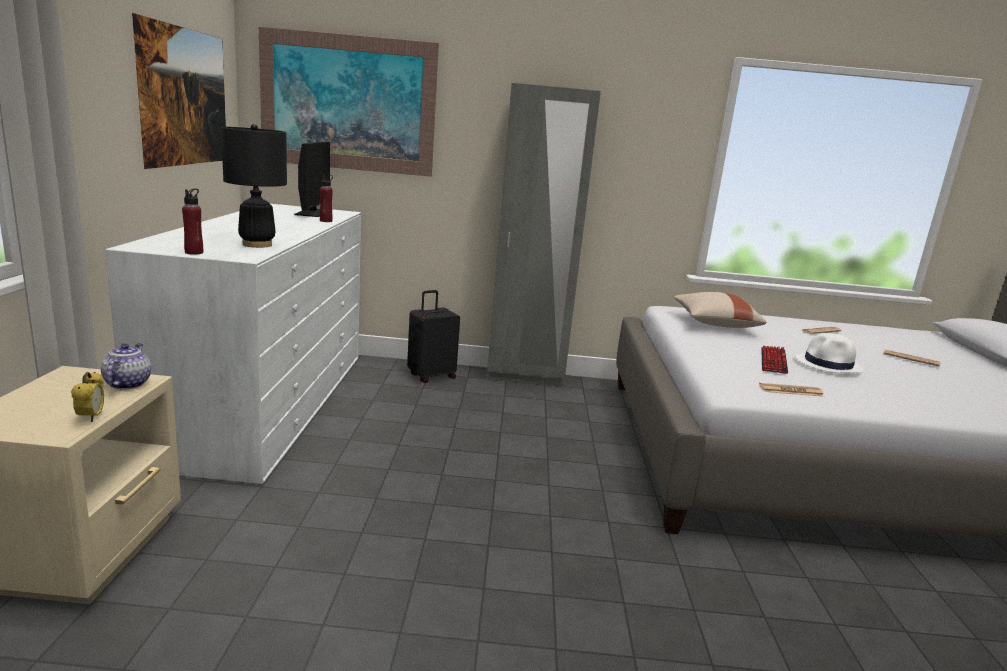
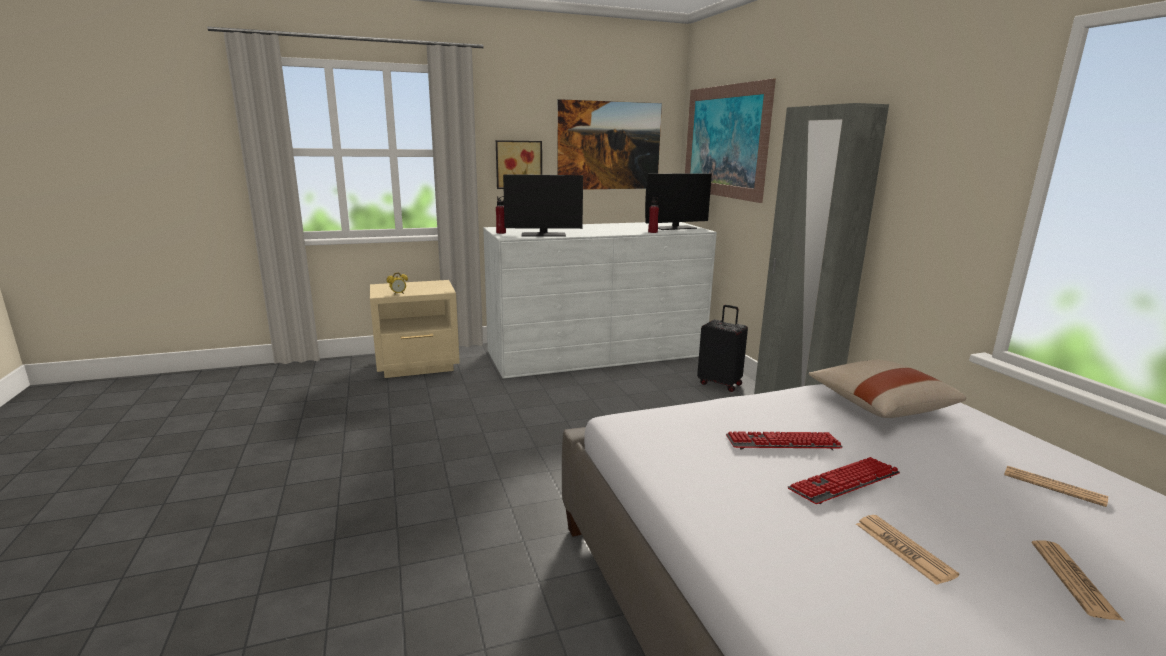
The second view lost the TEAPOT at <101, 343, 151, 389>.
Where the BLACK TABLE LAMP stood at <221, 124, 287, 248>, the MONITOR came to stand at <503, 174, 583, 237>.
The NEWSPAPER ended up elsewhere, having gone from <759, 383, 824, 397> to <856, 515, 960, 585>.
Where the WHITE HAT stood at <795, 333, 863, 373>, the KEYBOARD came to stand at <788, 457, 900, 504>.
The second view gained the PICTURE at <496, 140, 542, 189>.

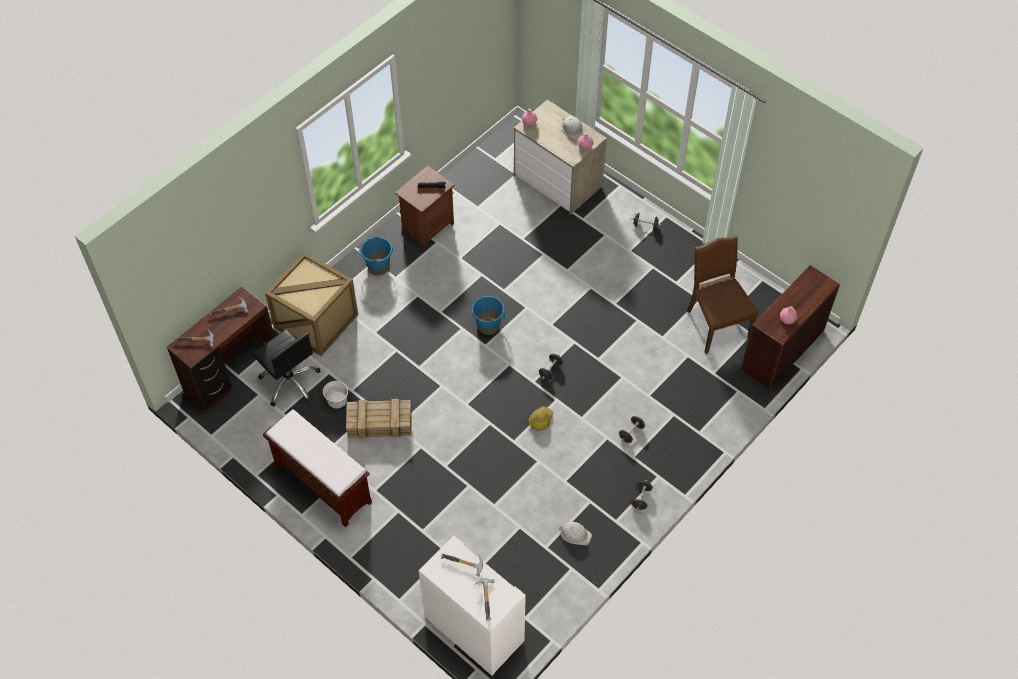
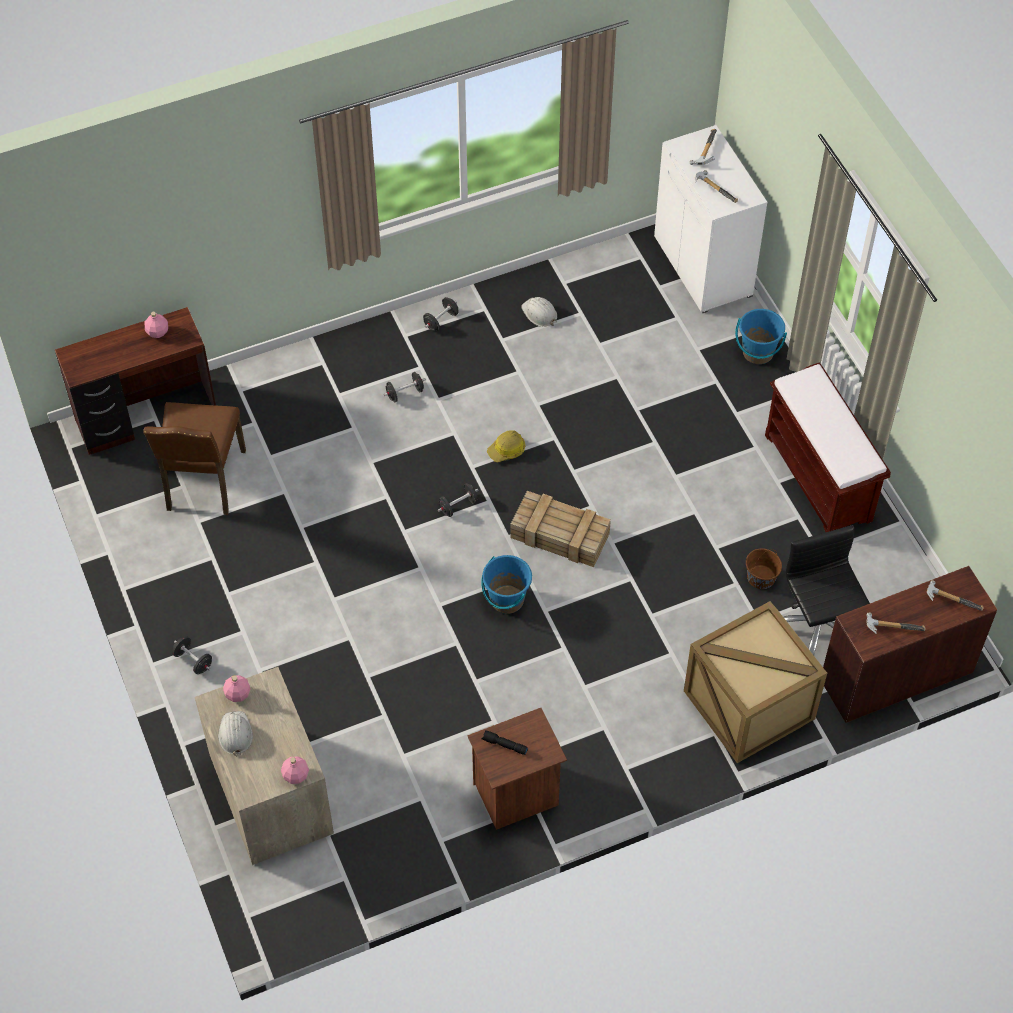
What was the WHITE BUCKET at <323, 380, 348, 408> turned into the BROWN BUCKET at <746, 548, 782, 589>.
The CRATE ended up elsewhere, having gone from <346, 399, 411, 438> to <510, 491, 611, 567>.
The BLUE BUCKET ended up elsewhere, having gone from <359, 237, 394, 275> to <735, 309, 787, 364>.

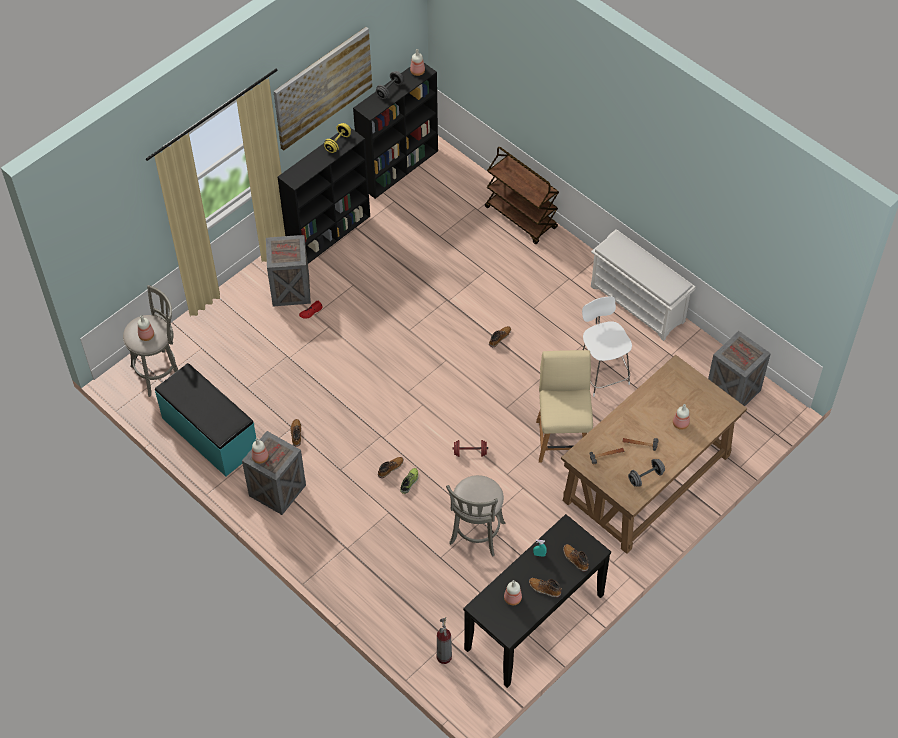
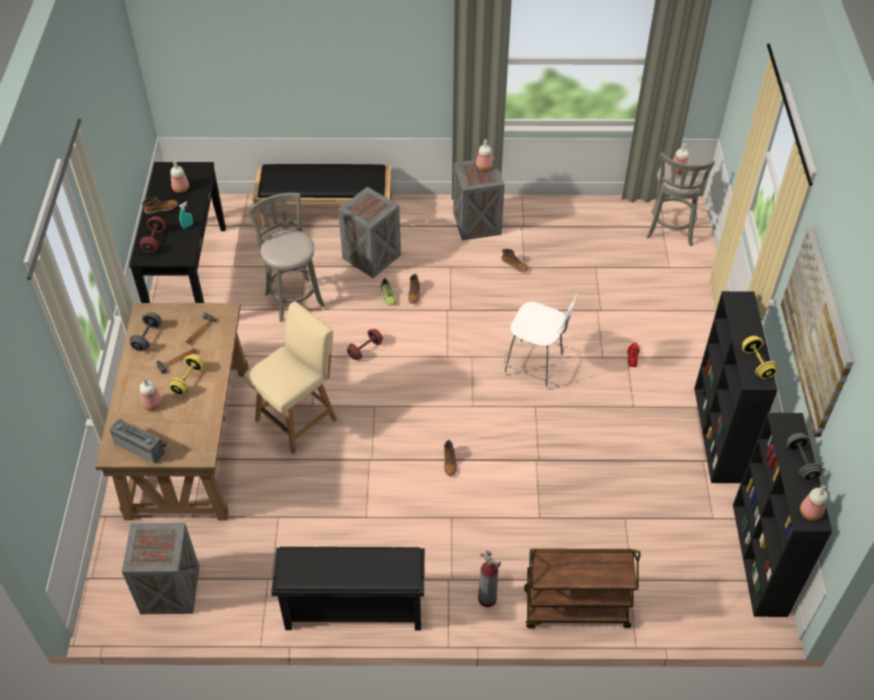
The second view lost the TURQUOISE BENCH at <155, 363, 256, 476>.
The CRATE ended up elsewhere, having gone from <266, 235, 311, 306> to <338, 187, 401, 278>.
The FIRE EXTINGUISHER ended up elsewhere, having gone from <437, 617, 452, 664> to <478, 551, 501, 607>.
The BEIGE CHAIR at <536, 350, 593, 463> ended up facing another way, 90 degrees counterclockwise from before.
Where the BOOT stood at <563, 544, 589, 572>, the RED DUMBBELL came to stand at <140, 216, 166, 253>.
The WHITE STOOL ended up elsewhere, having gone from <582, 296, 632, 397> to <503, 294, 578, 391>.
What was the WHITE SHOE RACK at <591, 229, 695, 341> turned into the BLACK SHOE RACK at <271, 547, 425, 631>.
The second view gained the RADIO at <110, 418, 167, 463>.
The second view gained the YELLOW DUMBBELL at <169, 354, 204, 395>.
The second view gained the BLACK BENCH at <253, 164, 392, 230>.

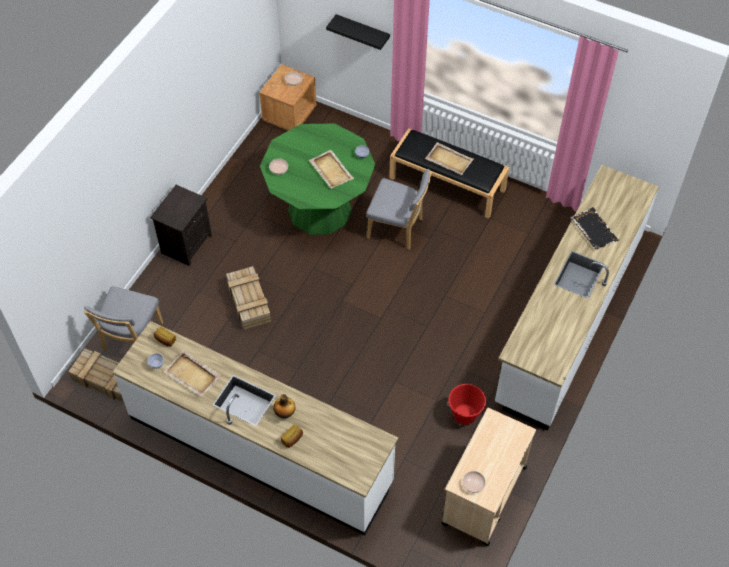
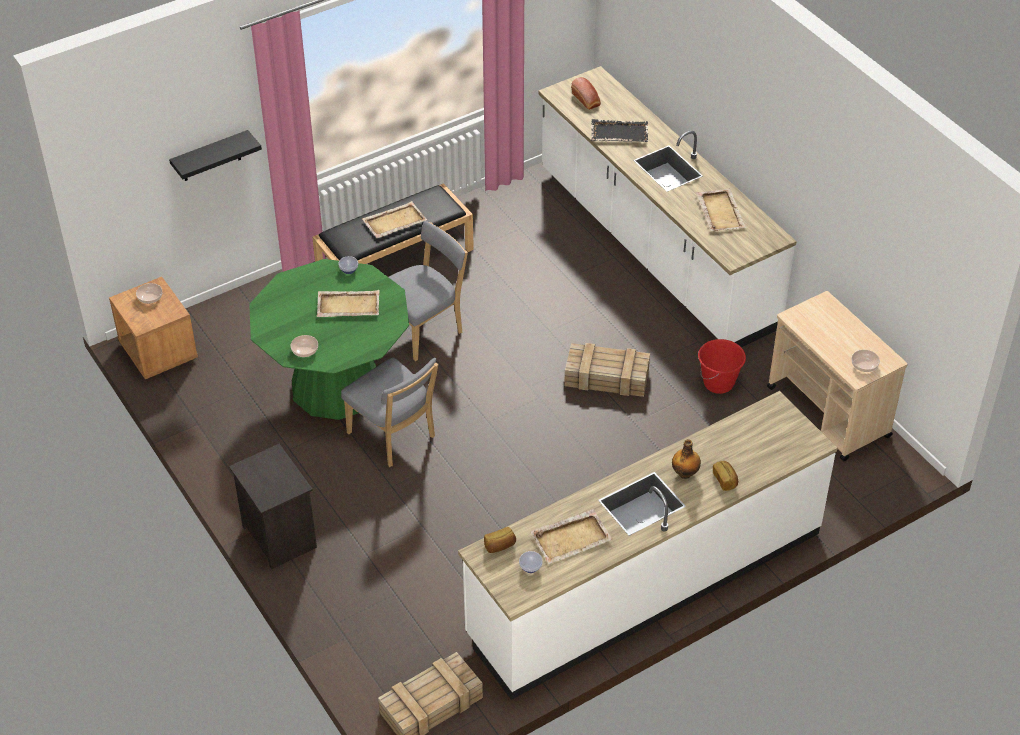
The GREY CHAIR ended up elsewhere, having gone from <84, 286, 163, 351> to <341, 358, 438, 467>.
The CRATE ended up elsewhere, having gone from <226, 266, 271, 330> to <564, 343, 650, 397>.
The second view gained the BREAD at <571, 77, 601, 110>.
The second view gained the BEIGE TRAY at <696, 189, 746, 231>.

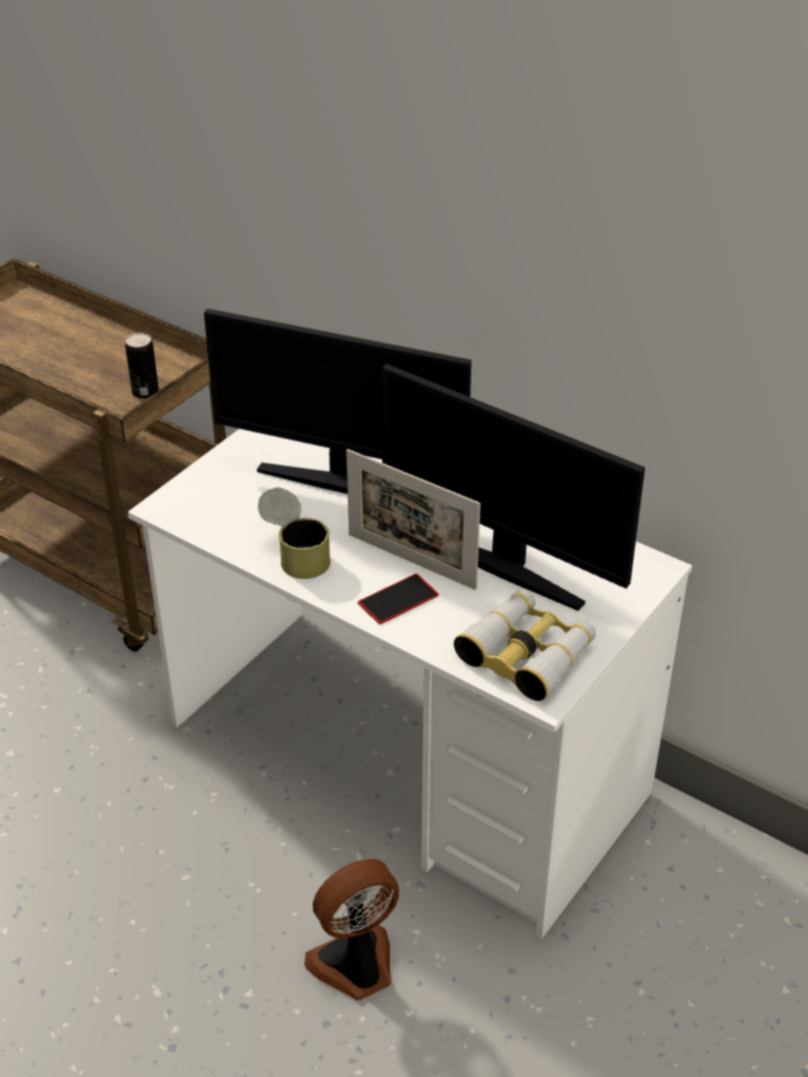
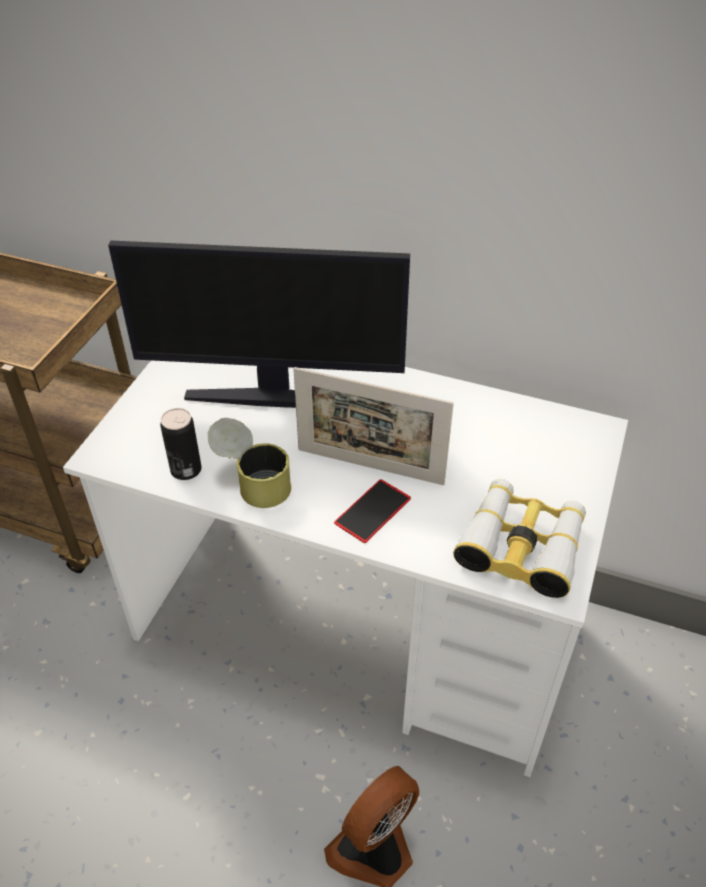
The CAN ended up elsewhere, having gone from <125, 333, 159, 399> to <160, 408, 202, 480>.
The second view lost the MONITOR at <382, 364, 645, 611>.

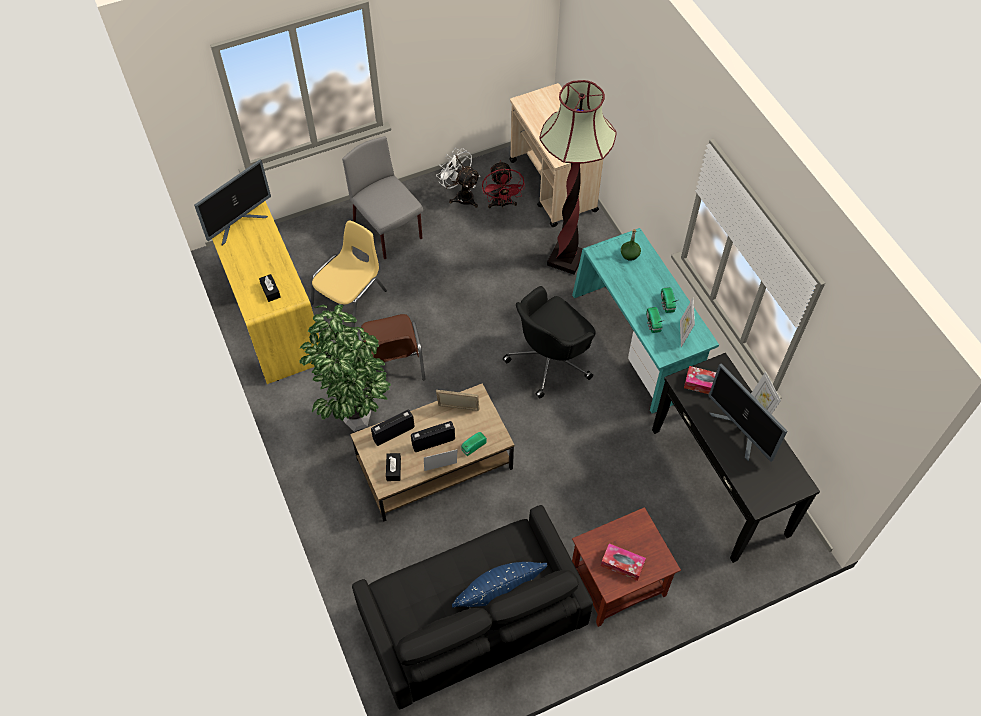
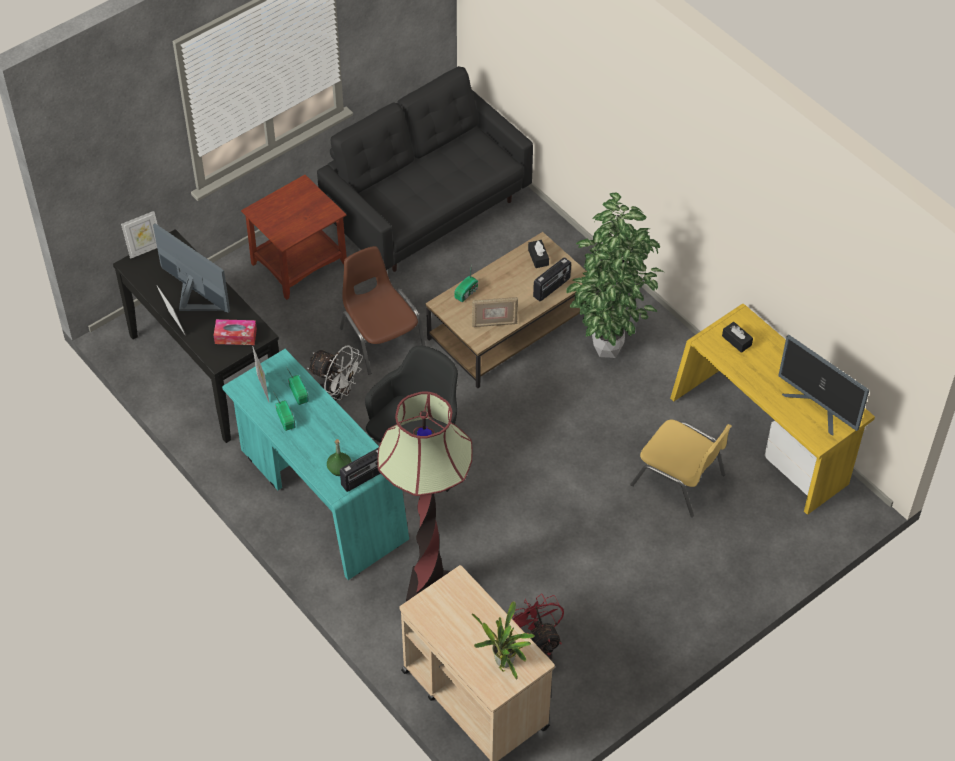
The MONITOR at <194, 160, 271, 245> ended up facing another way, 75 degrees counterclockwise from before.
The YELLOW CHAIR at <311, 220, 387, 327> ended up facing another way, 75 degrees counterclockwise from before.
The second view lost the GREY CHAIR at <342, 136, 423, 259>.
The BROWN CHAIR ended up elsewhere, having gone from <358, 314, 425, 380> to <340, 246, 426, 375>.
The RADIO ended up elsewhere, having gone from <411, 421, 455, 452> to <340, 447, 381, 492>.
The PICTURE FRAME ended up elsewhere, having gone from <424, 449, 457, 471> to <121, 211, 158, 259>.
The WHITE FAN ended up elsewhere, having gone from <436, 148, 480, 208> to <307, 345, 363, 401>.
The second view lost the BLUE PILLOW at <452, 562, 548, 608>.
The second view lost the TISSUE BOX at <601, 543, 646, 581>.
The second view gained the POTTED PLANT at <472, 601, 535, 679>.

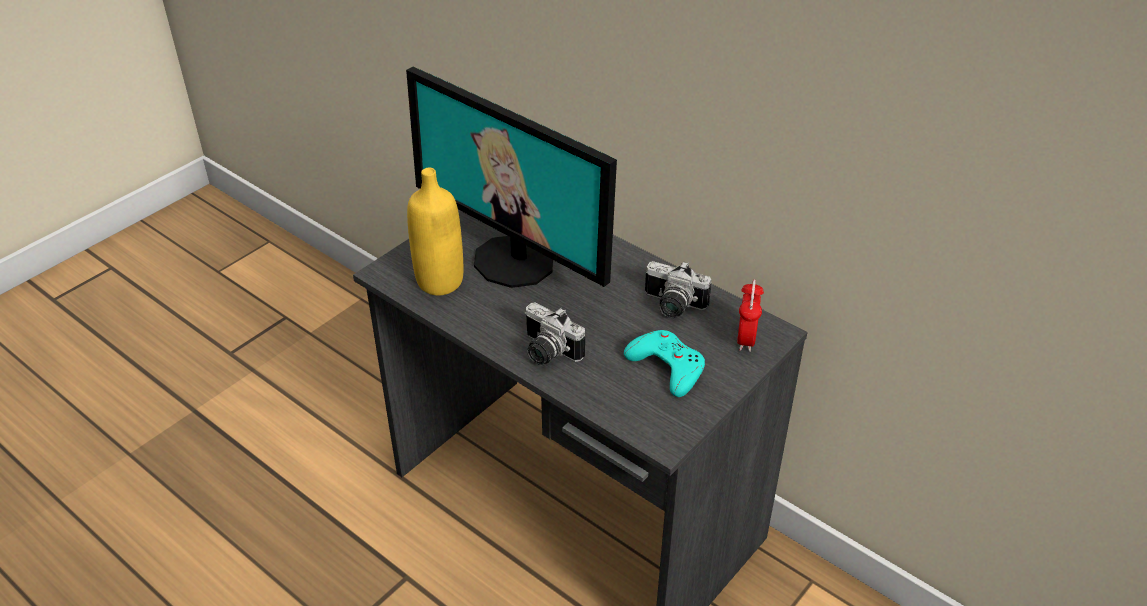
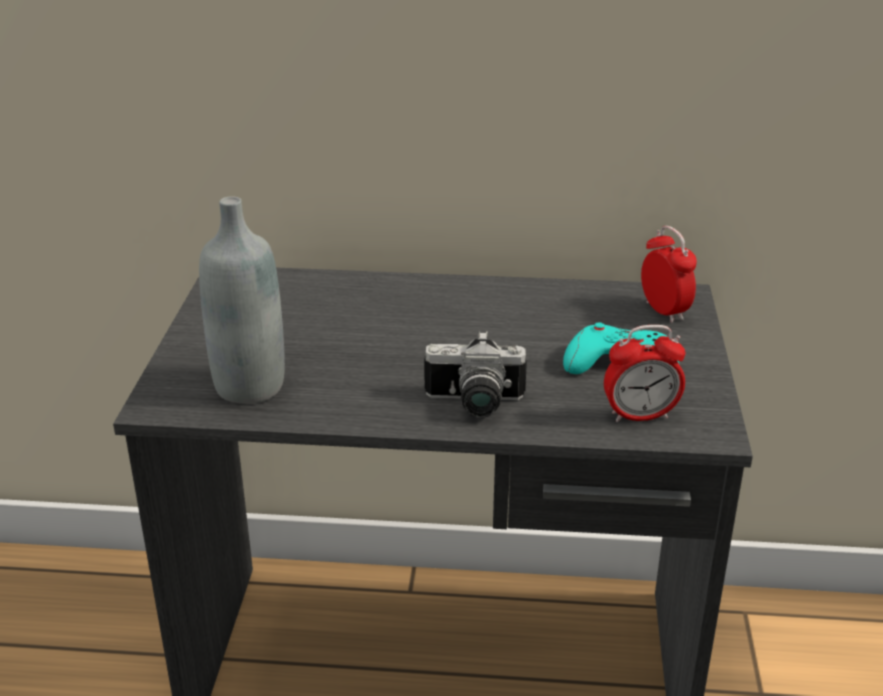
The second view lost the MONITOR at <406, 67, 617, 288>.
What was the YELLOW BOTTLE at <407, 168, 463, 296> turned into the GREY BOTTLE at <199, 196, 285, 404>.
The second view lost the PHOTO CAMERA at <645, 261, 711, 318>.
The second view gained the ALARM CLOCK at <604, 325, 686, 422>.

